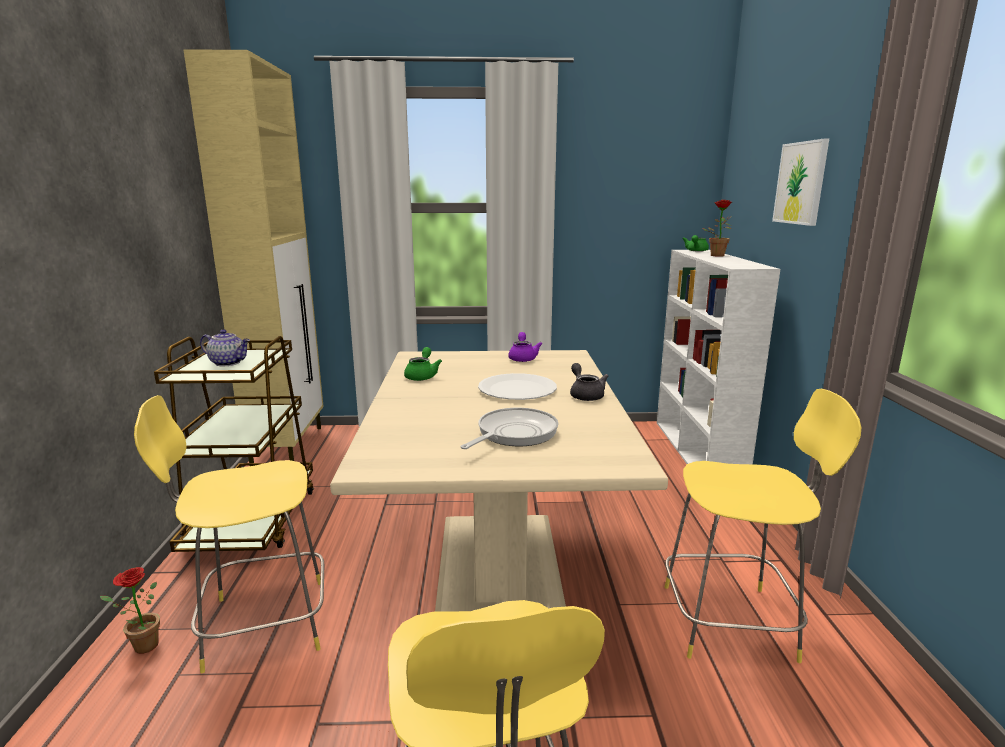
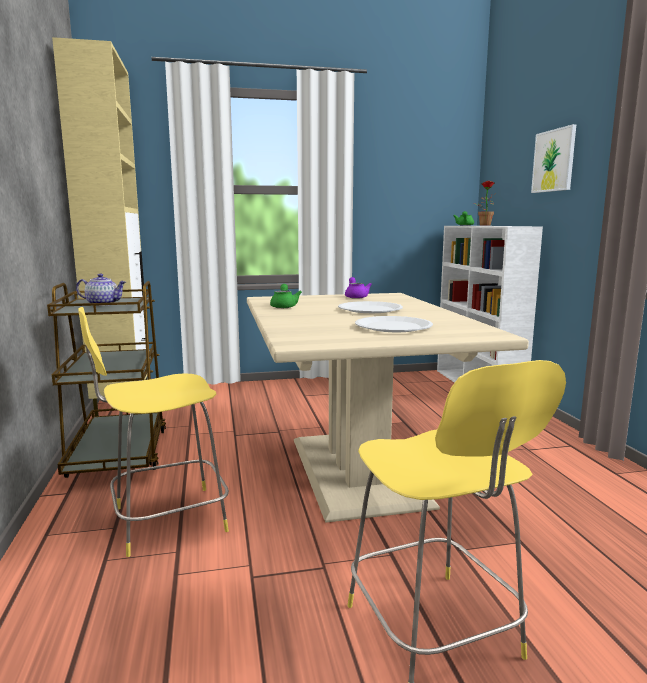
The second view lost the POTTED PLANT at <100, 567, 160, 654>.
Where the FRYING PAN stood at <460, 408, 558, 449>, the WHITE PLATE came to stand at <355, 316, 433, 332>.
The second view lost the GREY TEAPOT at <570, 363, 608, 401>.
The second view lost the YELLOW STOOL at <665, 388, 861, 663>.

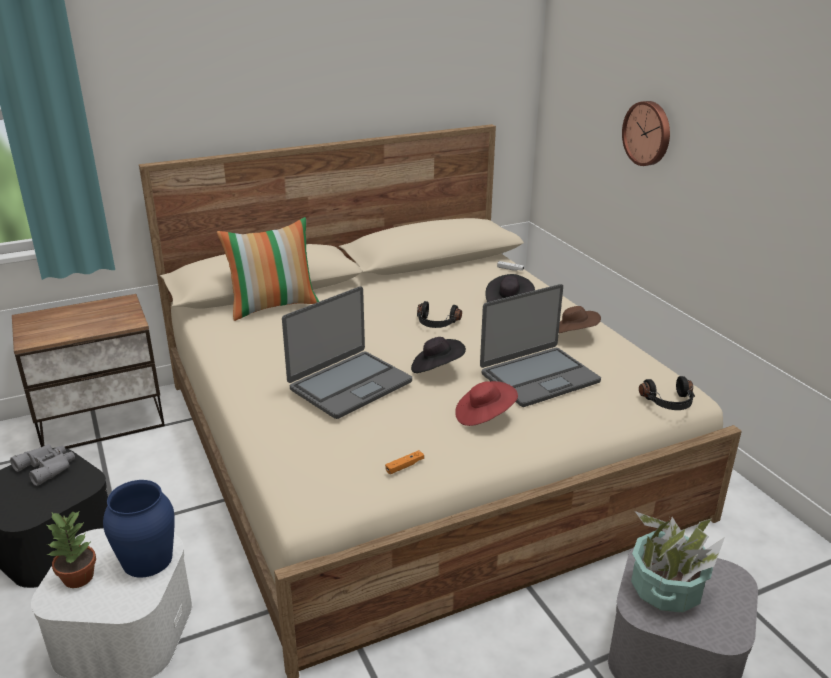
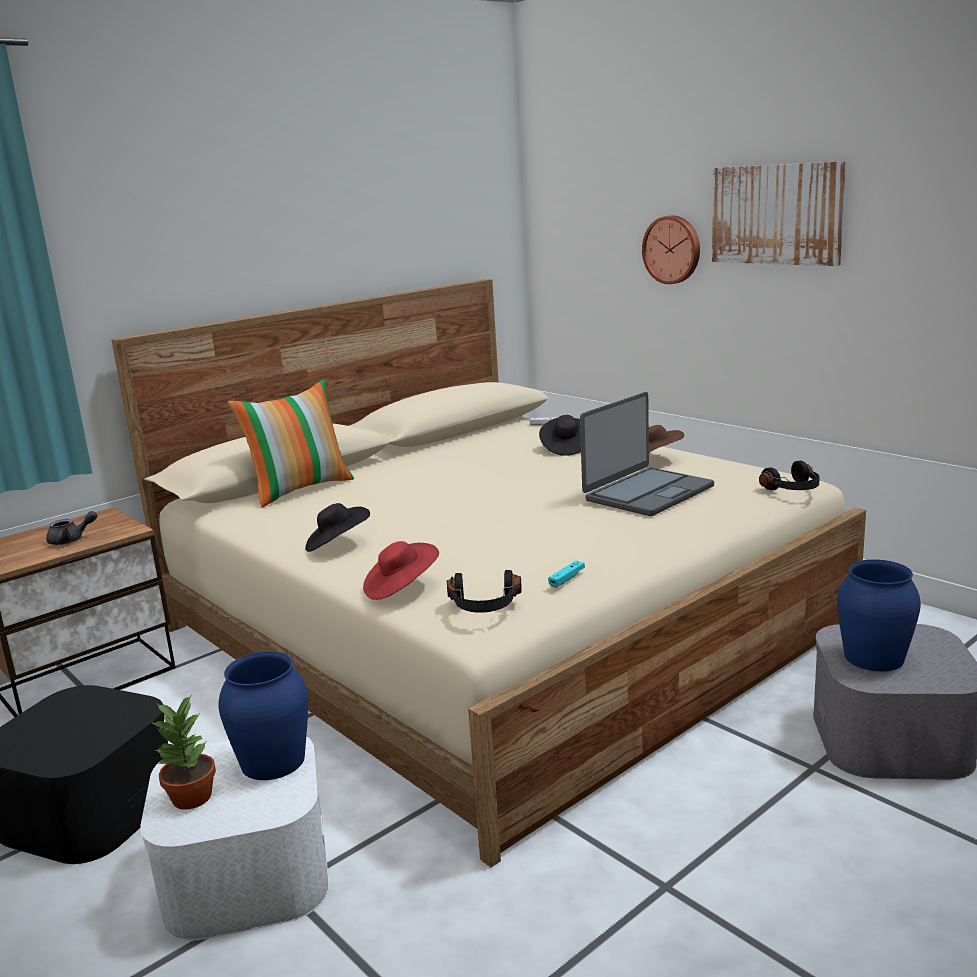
The second view lost the GREY BINOCULARS at <10, 444, 75, 486>.
The second view lost the LAPTOP at <282, 286, 412, 419>.
What was the ORANGE GAME CONTROLLER at <385, 450, 424, 474> turned into the TURQUOISE GAME CONTROLLER at <548, 561, 585, 588>.
The BLACK HAT ended up elsewhere, having gone from <411, 337, 466, 373> to <305, 503, 370, 552>.
The BLACK HEADPHONES ended up elsewhere, having gone from <417, 301, 462, 328> to <447, 570, 521, 613>.
The RED HAT ended up elsewhere, having gone from <455, 381, 518, 426> to <363, 541, 439, 600>.
Where the POTTED PLANT stood at <631, 511, 725, 612>, the BLUE VASE came to stand at <837, 559, 921, 671>.
The second view gained the GREY TEAPOT at <46, 511, 97, 545>.
The second view gained the PICTURE at <712, 161, 846, 266>.

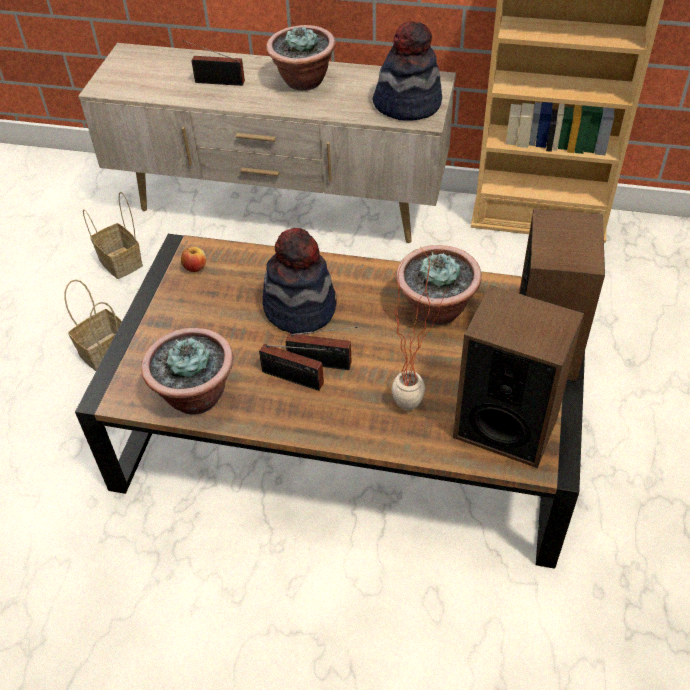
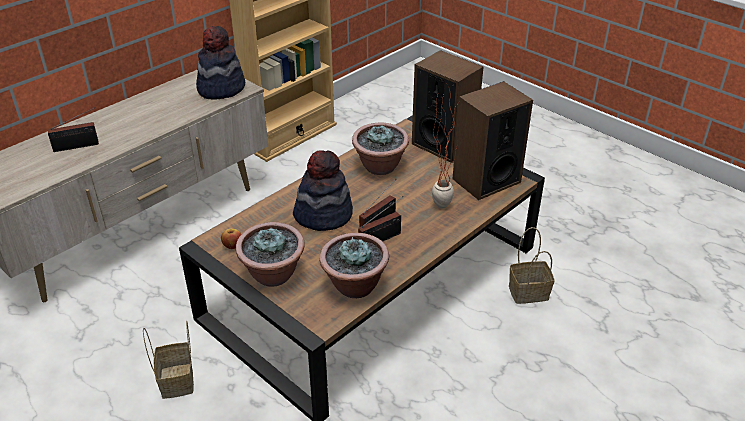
The BASKET ended up elsewhere, having gone from <83, 192, 143, 279> to <509, 227, 555, 304>.
The RADIO at <183, 40, 245, 86> ended up facing another way, 150 degrees counterclockwise from before.
The POTTED PLANT ended up elsewhere, having gone from <266, 25, 336, 90> to <236, 222, 305, 287>.

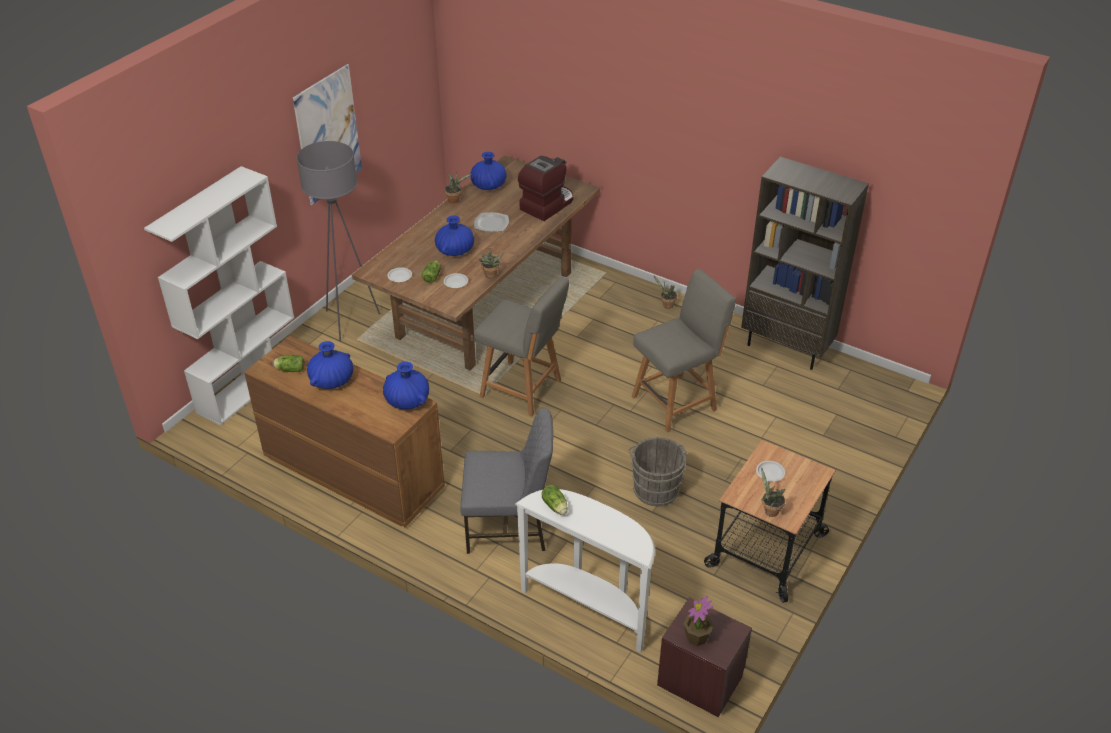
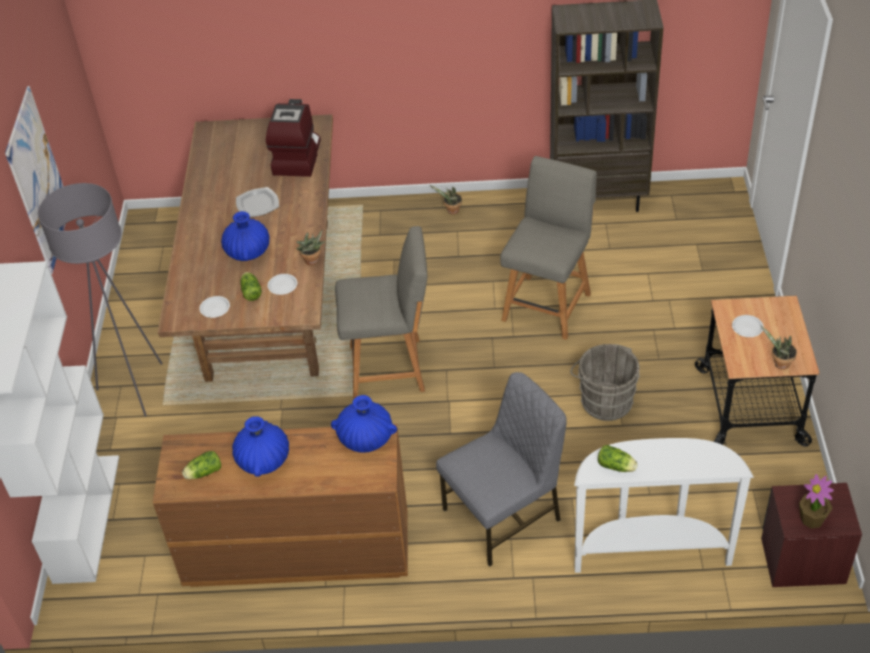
The second view lost the POTTED PLANT at <445, 172, 471, 204>.
The second view lost the BLUE VASE at <470, 152, 507, 190>.

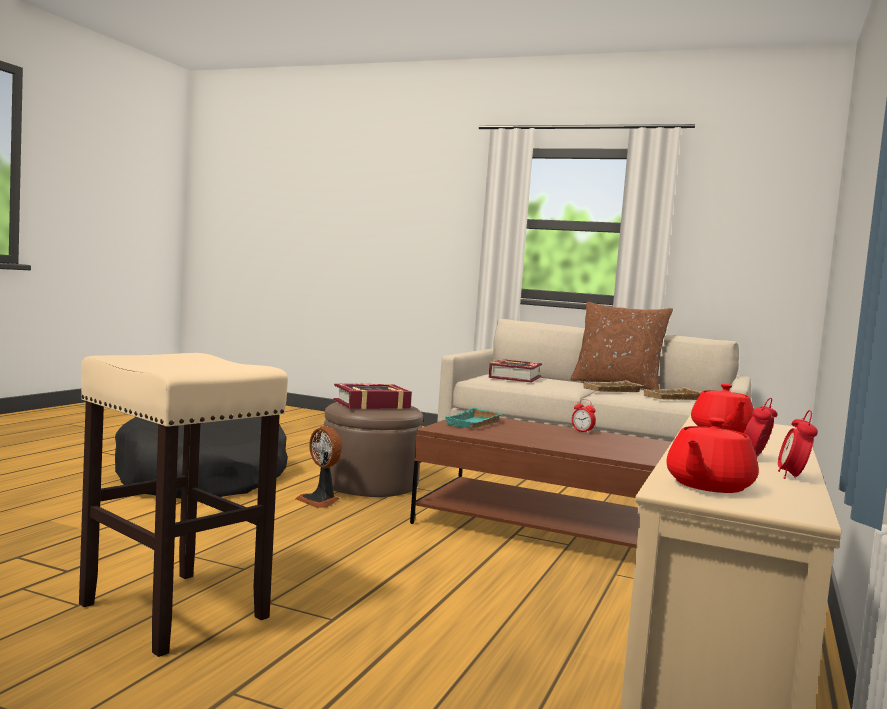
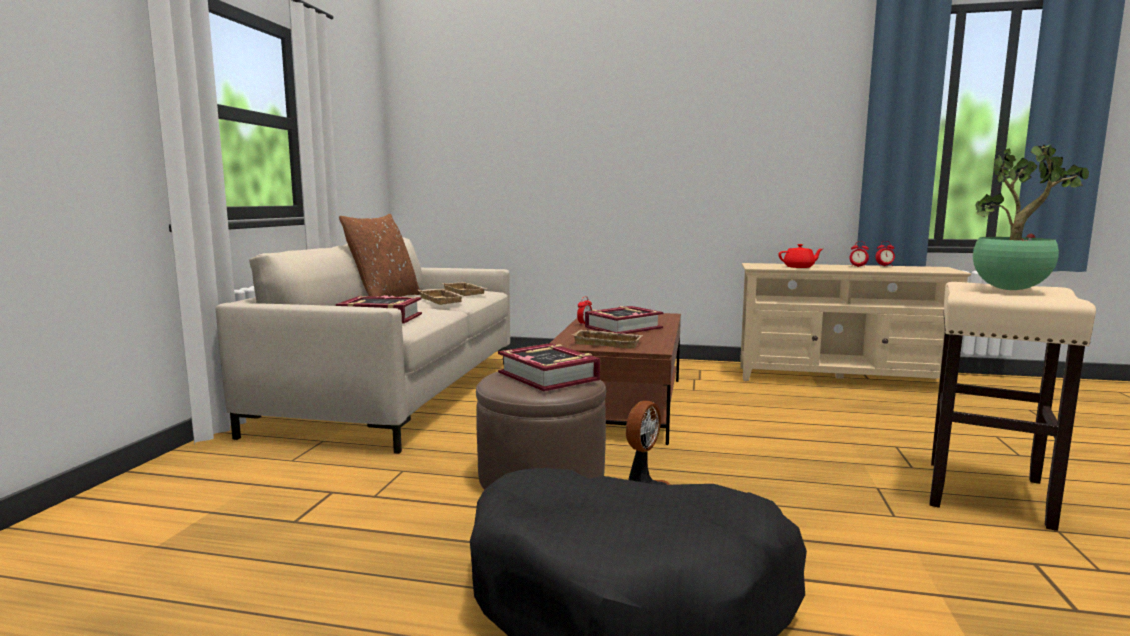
What was the TURQUOISE TRAY at <445, 407, 503, 429> turned into the BEIGE TRAY at <572, 329, 643, 349>.
The second view lost the RED TEAPOT at <666, 418, 759, 493>.
The second view gained the BOOK at <585, 306, 663, 334>.
The second view gained the POTTED PLANT at <973, 145, 1089, 290>.

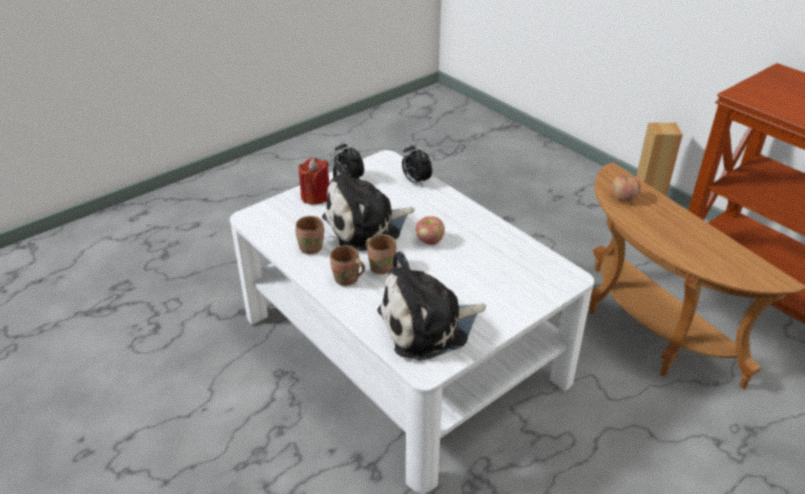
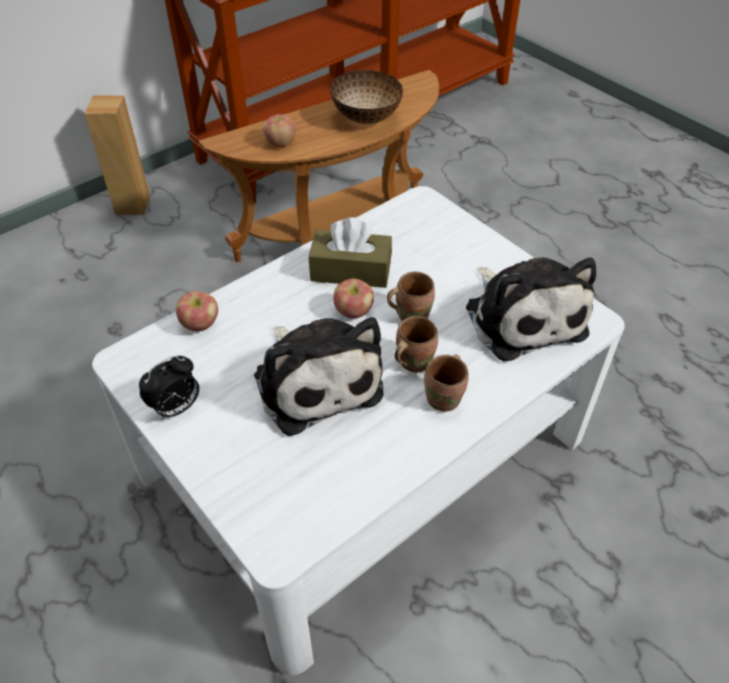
The BROWN MUG ended up elsewhere, having gone from <295, 216, 324, 255> to <387, 272, 435, 321>.
The second view lost the RED CANDLE at <299, 158, 329, 204>.
Where the ALARM CLOCK stood at <402, 143, 432, 187>, the APPLE came to stand at <176, 291, 218, 331>.
The second view gained the BROWN TISSUE BOX at <309, 217, 392, 288>.
The second view gained the BOWL at <330, 70, 403, 124>.

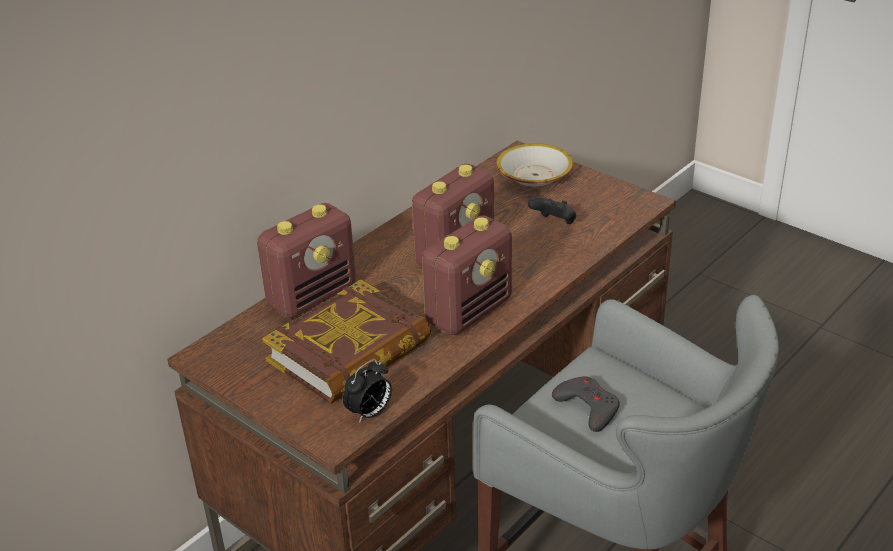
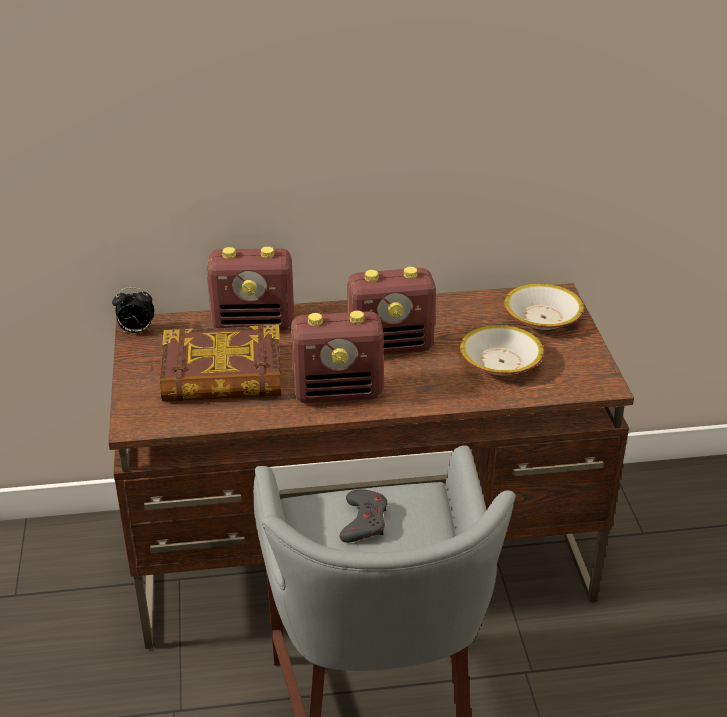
The ALARM CLOCK ended up elsewhere, having gone from <343, 359, 392, 423> to <112, 287, 155, 333>.
Where the BLACK GAME CONTROLLER stood at <528, 198, 576, 224>, the BOWL came to stand at <460, 325, 544, 376>.

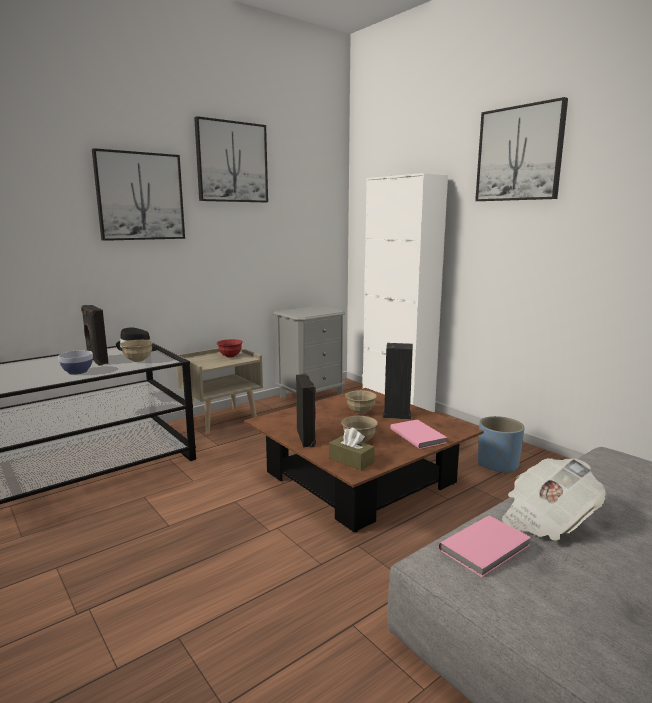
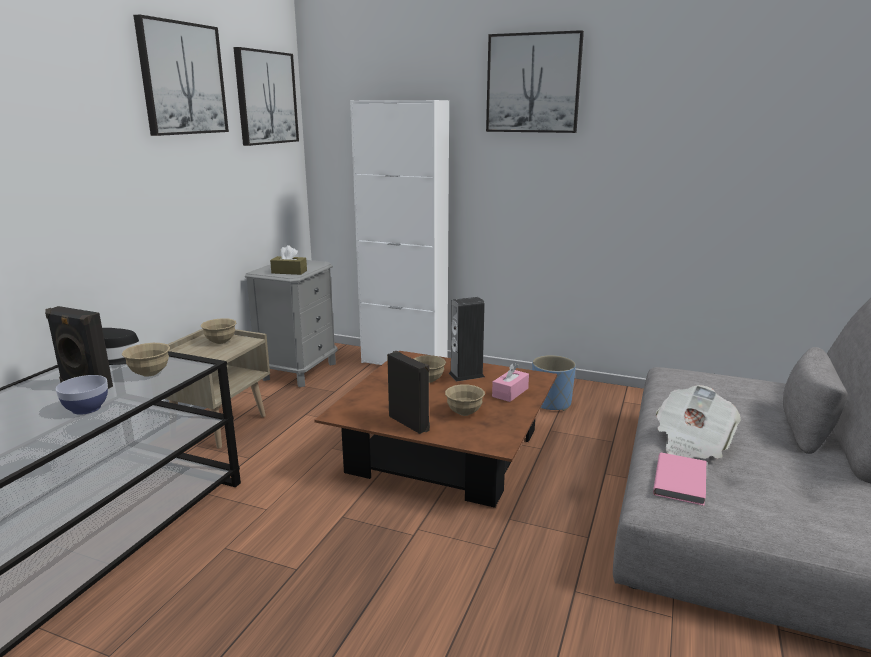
The PICTURE ended up elsewhere, having gone from <92, 148, 185, 241> to <233, 47, 299, 146>.
What was the RED BOWL at <217, 339, 243, 358> turned into the BEIGE BOWL at <201, 318, 236, 344>.
The BROWN TISSUE BOX ended up elsewhere, having gone from <329, 427, 375, 471> to <270, 245, 307, 275>.
Where the PINK BOOK stood at <390, 419, 447, 449>, the PINK TISSUE BOX came to stand at <492, 363, 529, 402>.

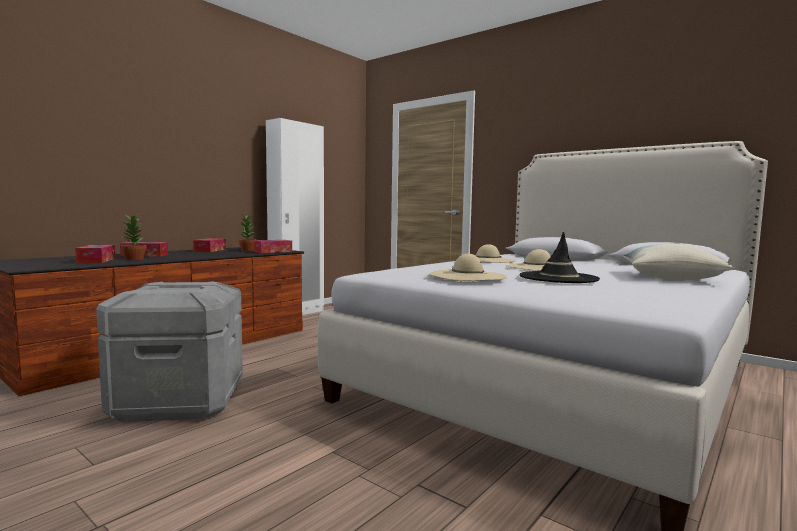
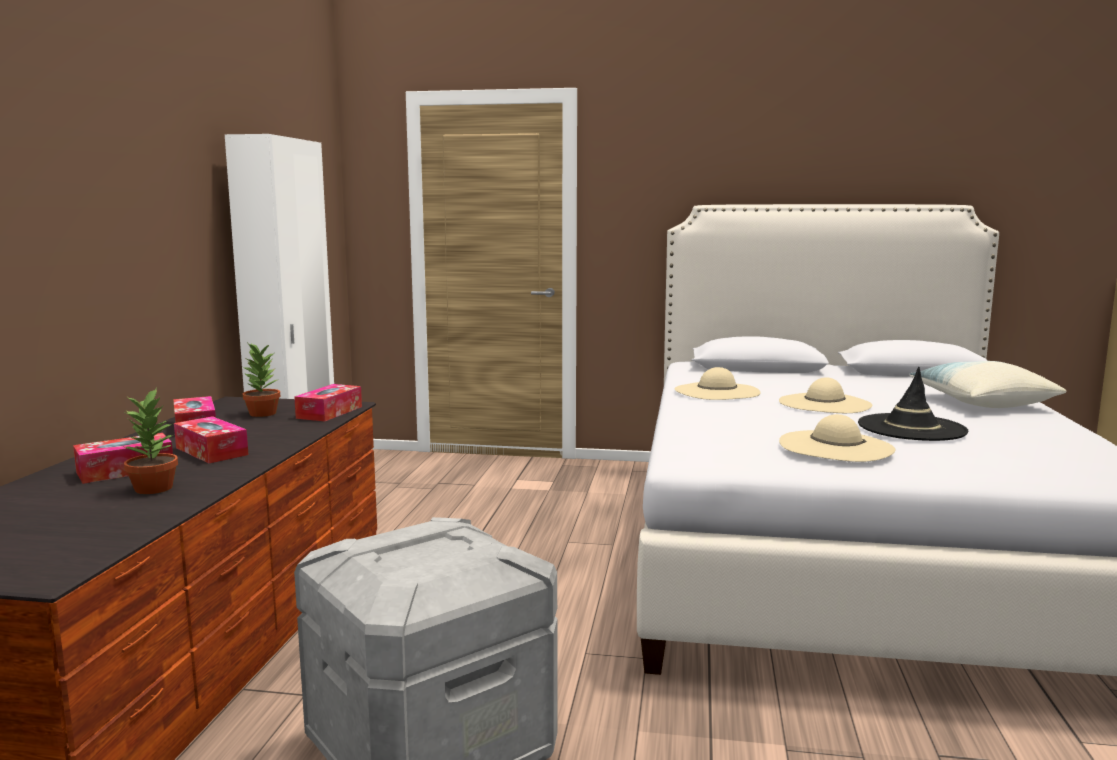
The TISSUE BOX ended up elsewhere, having gone from <75, 245, 116, 263> to <174, 416, 249, 463>.

